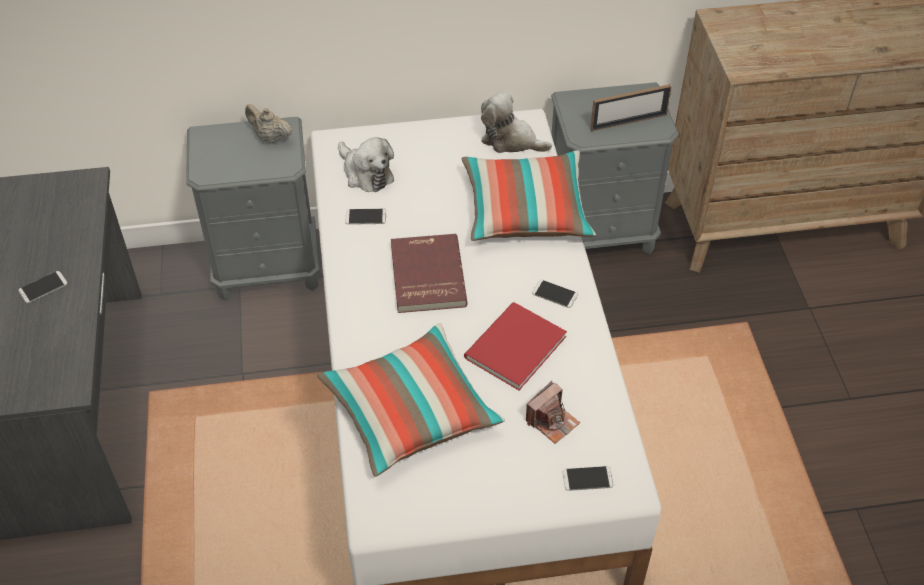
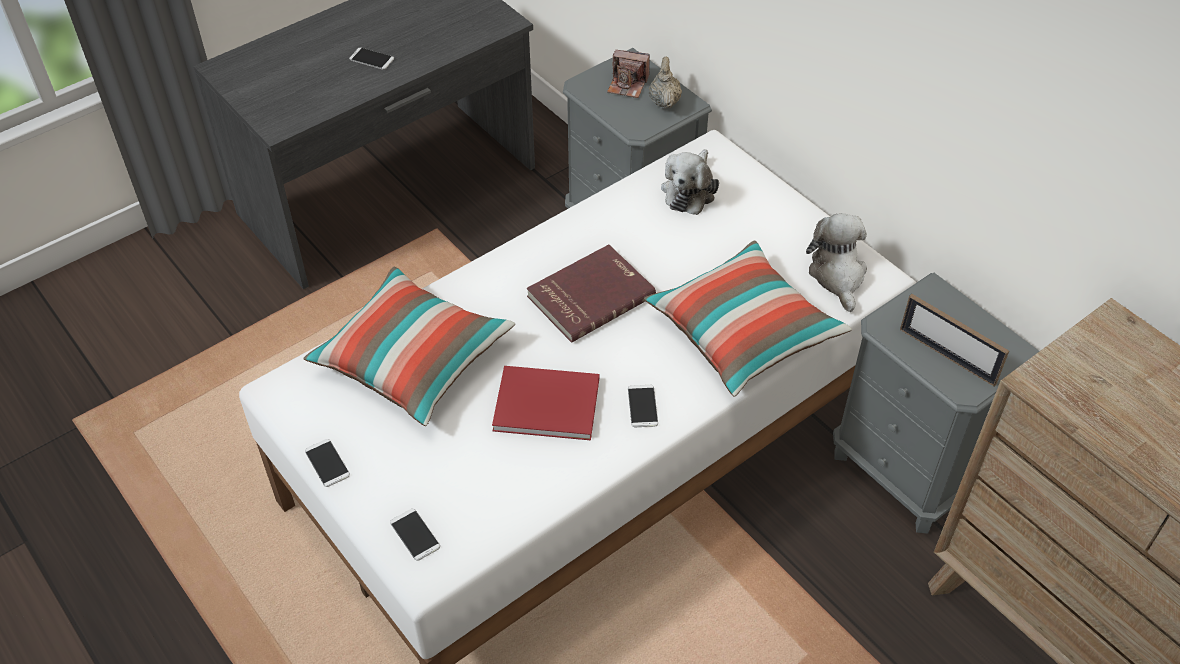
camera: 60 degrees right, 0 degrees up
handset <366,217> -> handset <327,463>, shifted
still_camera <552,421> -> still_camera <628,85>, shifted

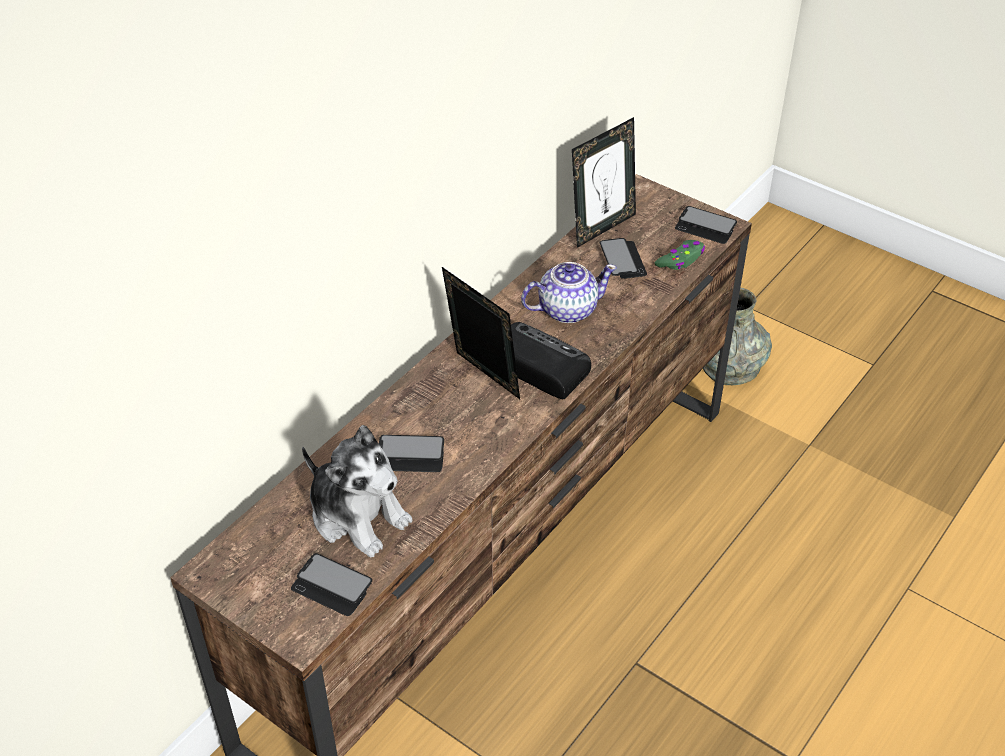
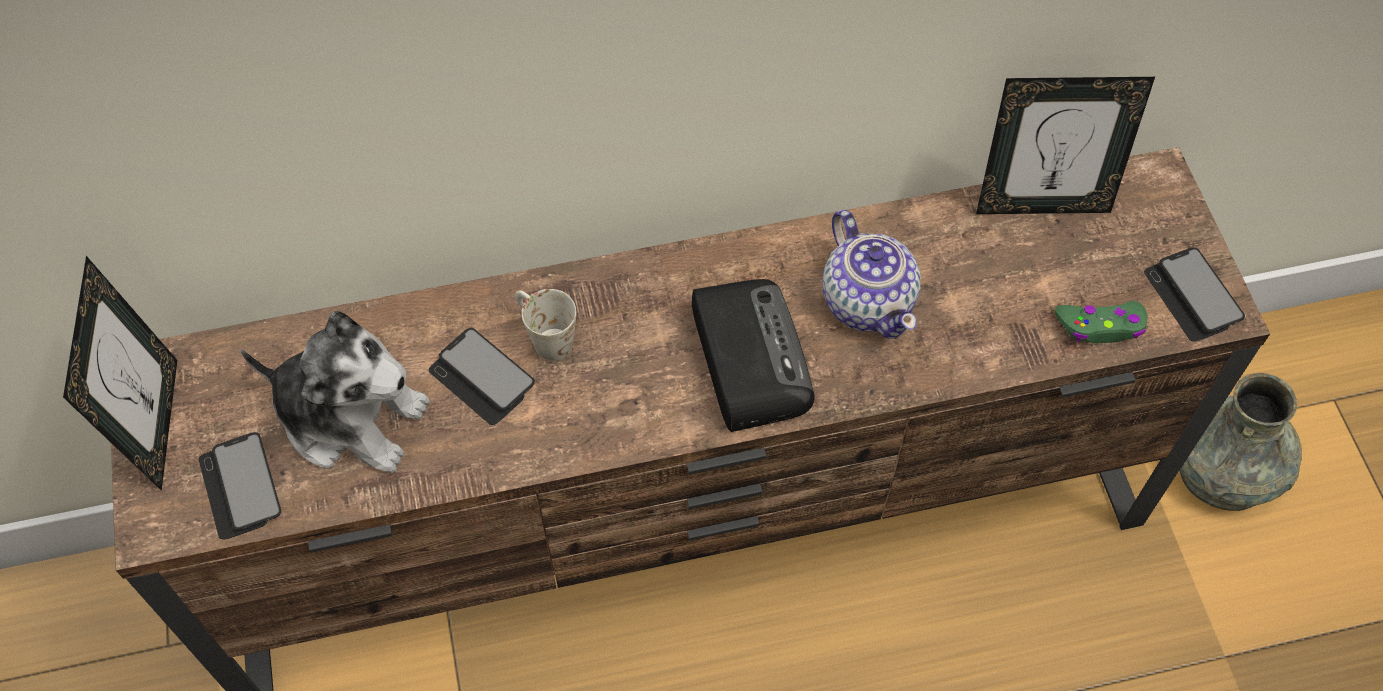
camera: 40 degrees right, 15 degrees up
cuddly_toy <358,516> -> cuddly_toy <351,416>, 60 degrees counterclockwise
standing_frame <482,379> -> standing_frame <157,424>, shifted
teapot <566,309> -> teapot <868,300>, 45 degrees clockwise
handset <622,260> -> none
none -> white_coffee_mug <544,336>

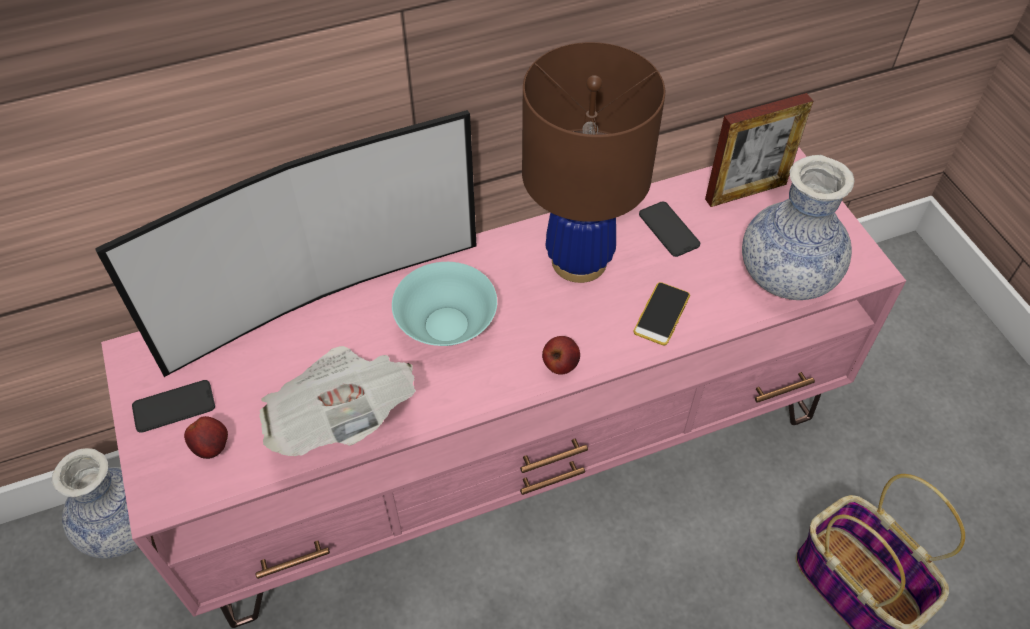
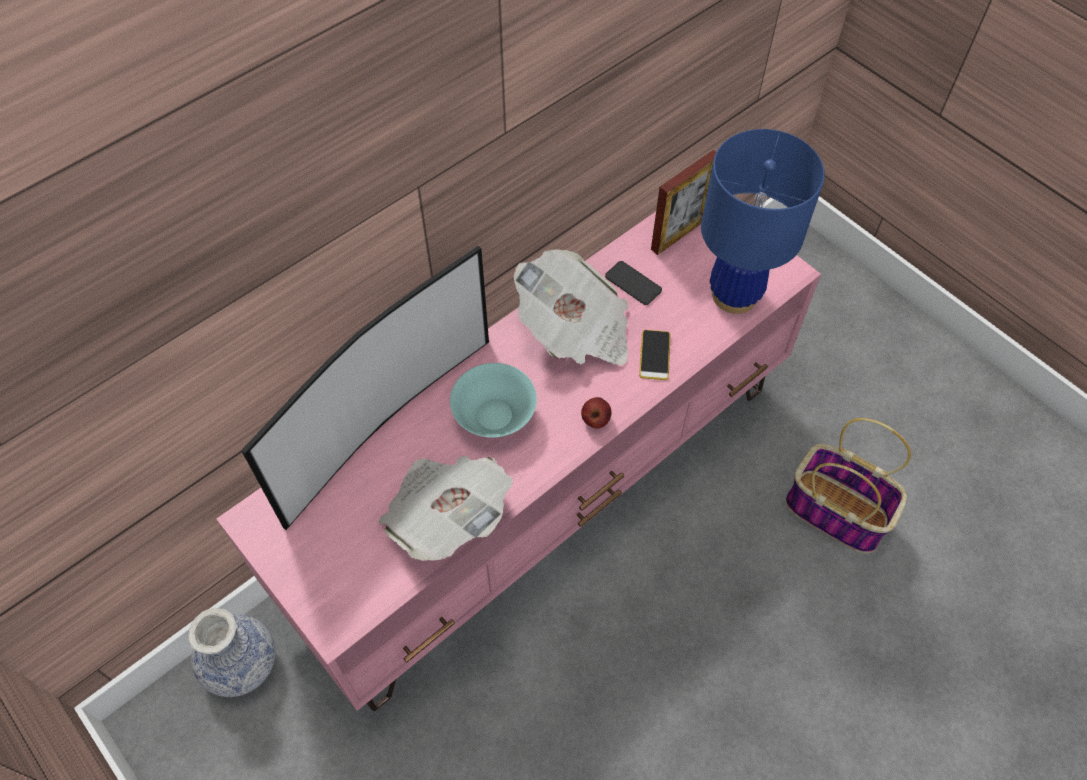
camera: 20 degrees left, 5 degrees up
handset <174,406> -> none
whole_apple <212,447> -> none
brownish_table_lamp <579,261> -> daily_paper <575,330>
decorative_vase <786,275> -> bluish_table_lamp <734,295>

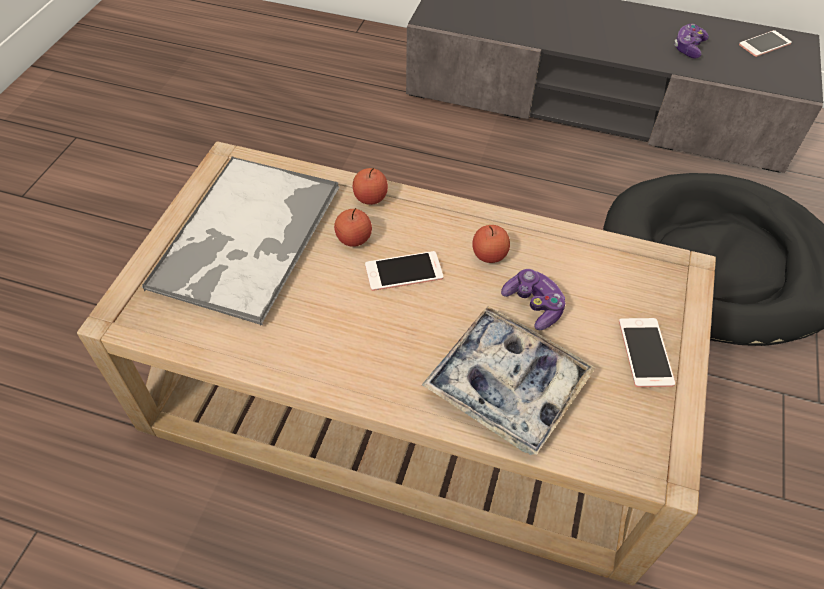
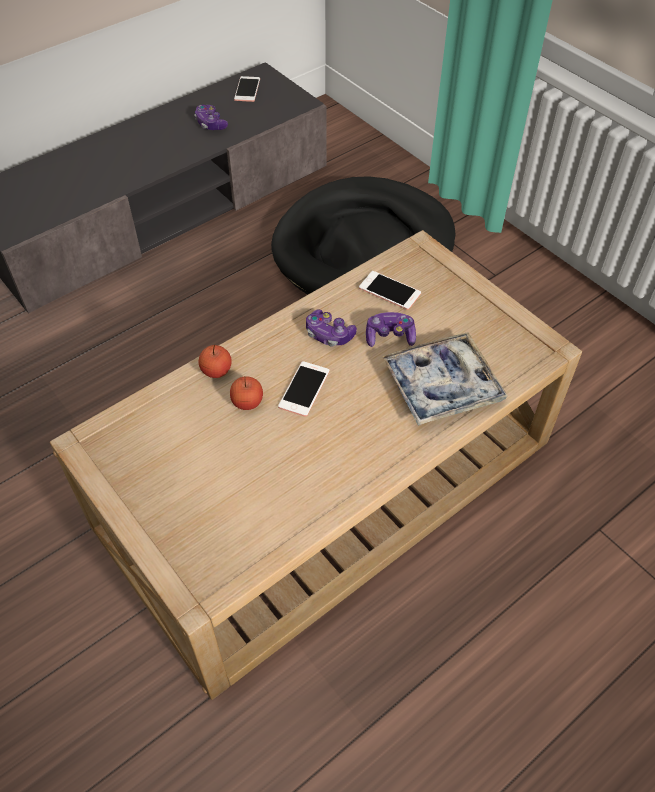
camera: 55 degrees left, 0 degrees up
tray <246,238> -> none
whole_apple <489,255> -> game_controller <329,334>
handset <645,352> -> handset <389,291>, shifted

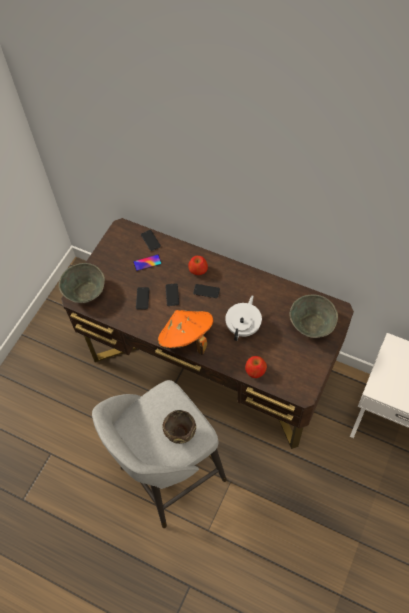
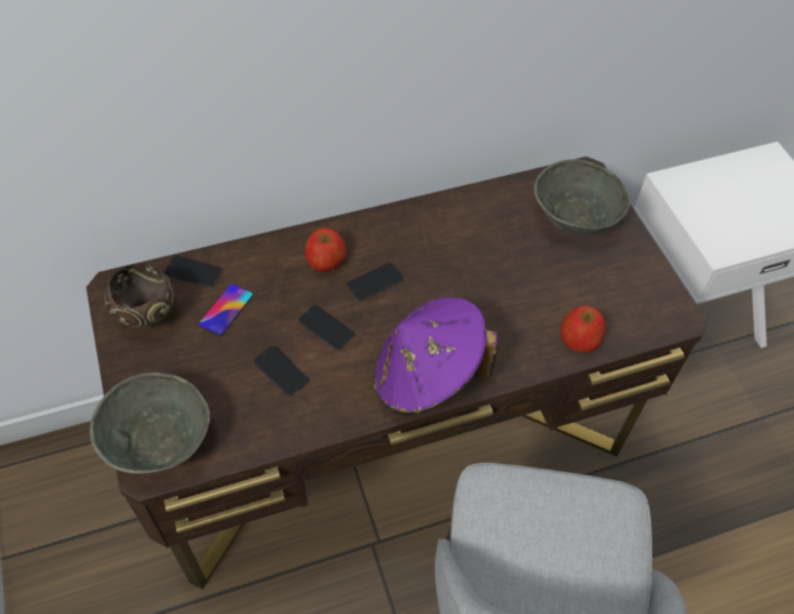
camera: 50 degrees left, 5 degrees down
orange-coloured_hat <186,339> -> purple-coloured_hat <427,376>
brownish_serving_bowl <181,434> -> brownish_serving_bowl <149,318>, shifted
white_teapot <243,327> -> none

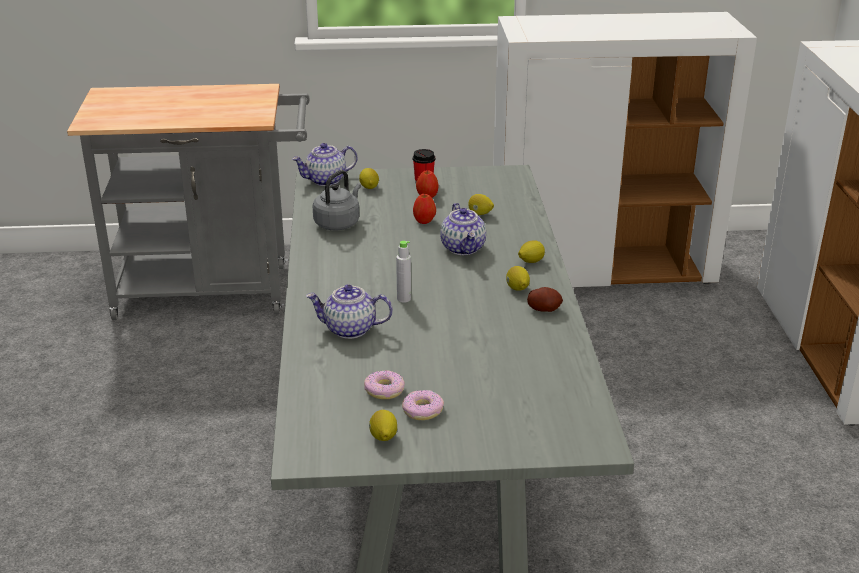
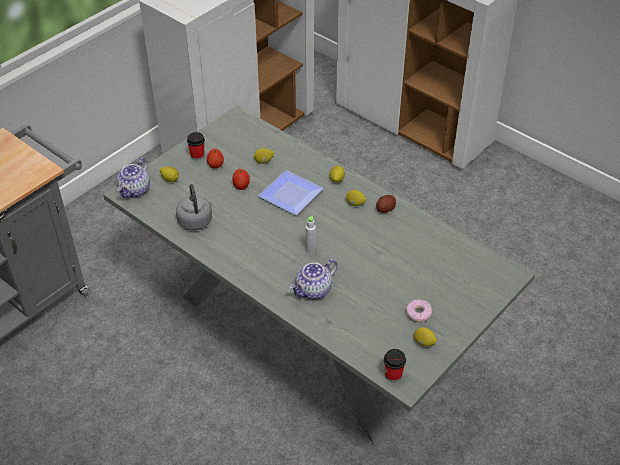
camera: 45 degrees left, 15 degrees up
doughnut <384,390> -> none
teapot <463,248> -> flat_dish <290,193>
none -> small_cup <393,375>

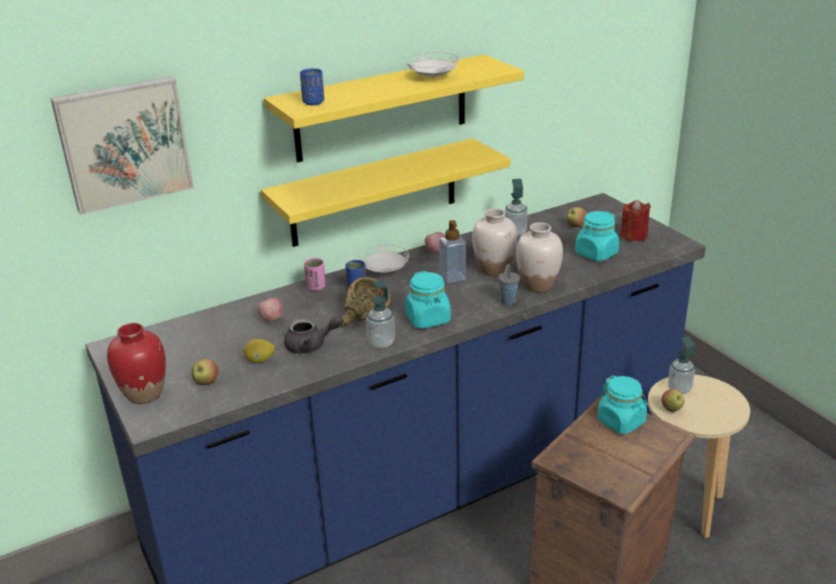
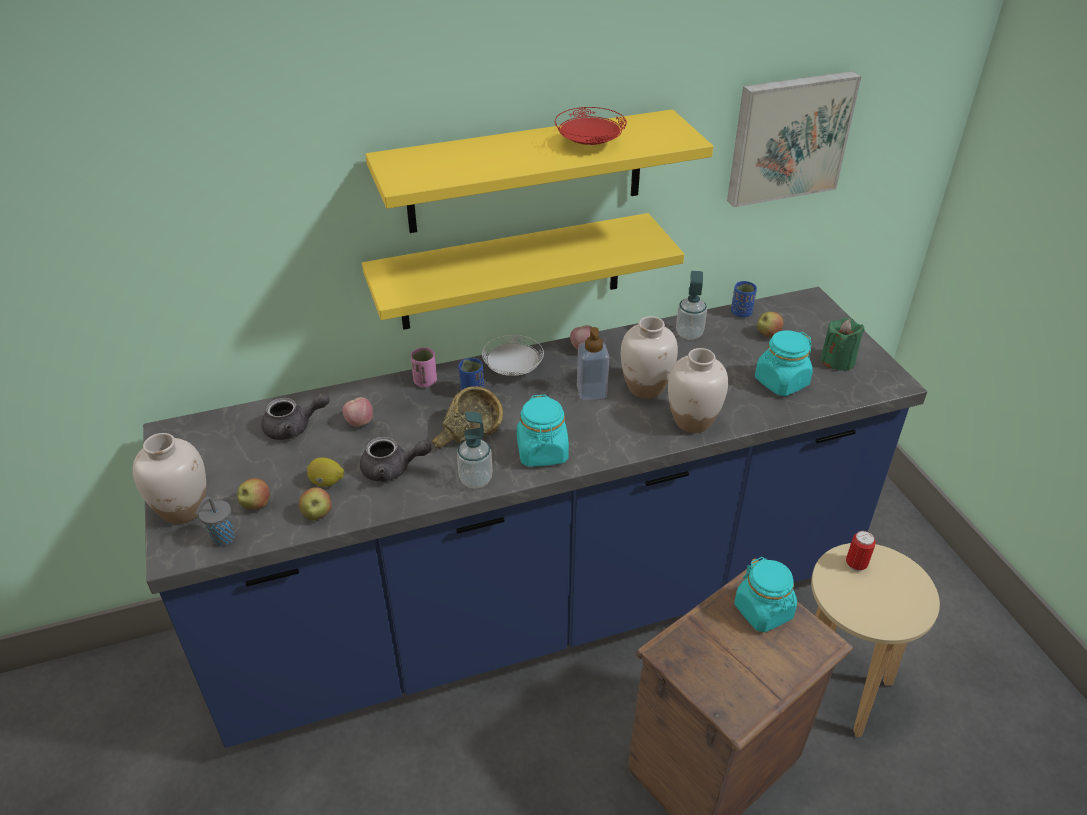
camera: 10 degrees right, 10 degrees up
picture <124,143> -> picture <788,137>, shifted
reddish_decorative_vase <145,394> -> white_decorative_vase <183,509>
bluish_small_cup <313,102> -> bluish_small_cup <741,313>, shifted
white_flat_dish <432,77> -> reddish_flat_dish <589,144>
greyish_small_cup <507,302> -> greyish_small_cup <222,539>, shifted
reddish_wax_candle <633,236> -> greenish_wax_candle <837,361>
whole_apple <671,409> -> whole_apple <317,515>, shifted
soap_bottle <679,389> -> sealed_can <856,564>
none -> greyish_teapot <294,427>

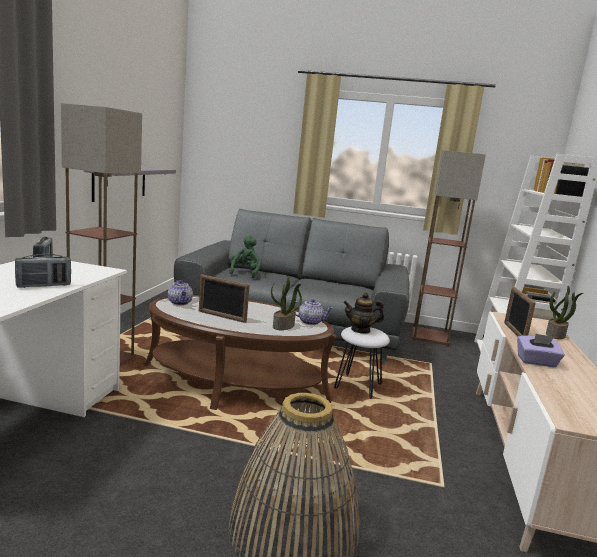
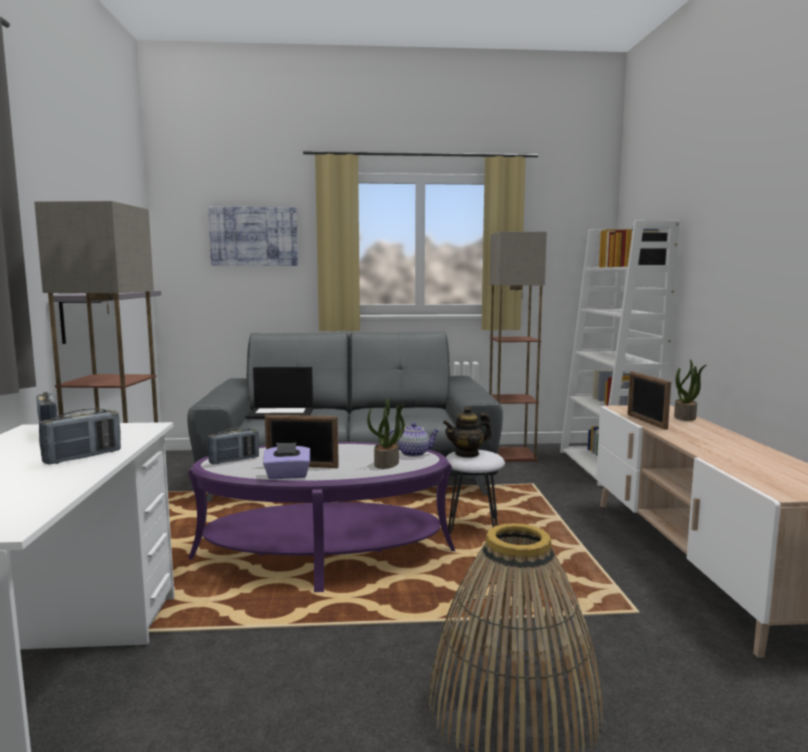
camera: 15 degrees left, 5 degrees down
brownish_coffee_table <234,383> -> purple-coloured_coffee_table <323,554>
teapot <180,303> -> radio_set <234,460>
greenish_cuddly_toy <245,272> -> laptop <281,413>
purple-coloured_box_of_tissues <536,362> -> purple-coloured_box_of_tissues <287,476>, shifted
none -> picture <254,236>

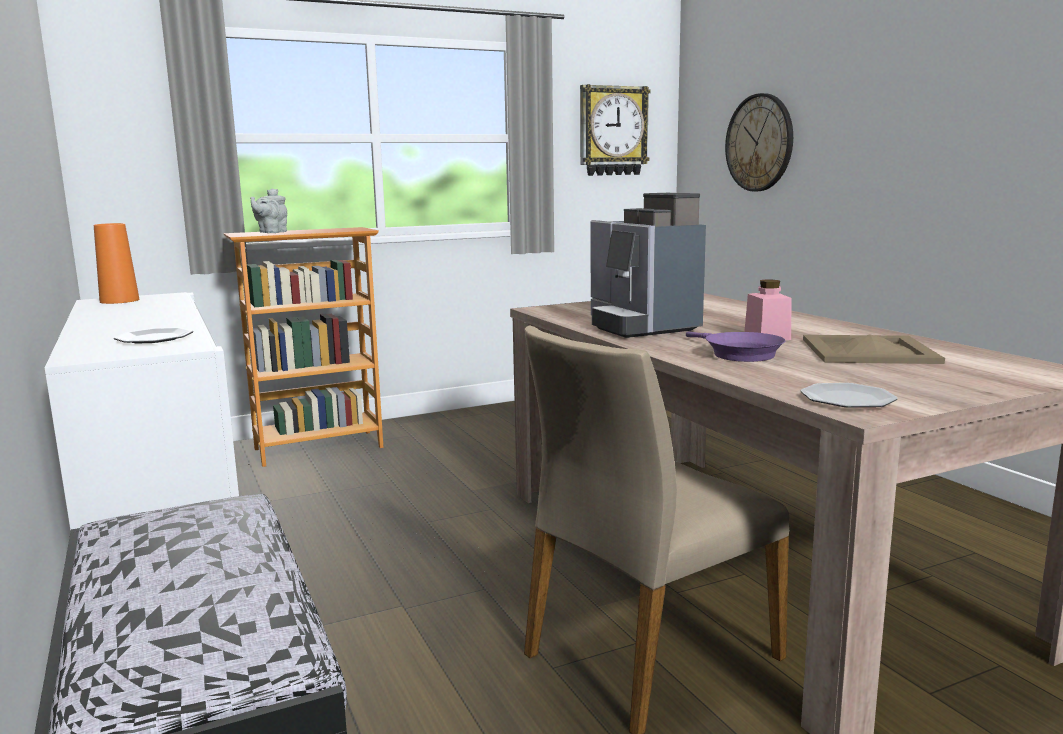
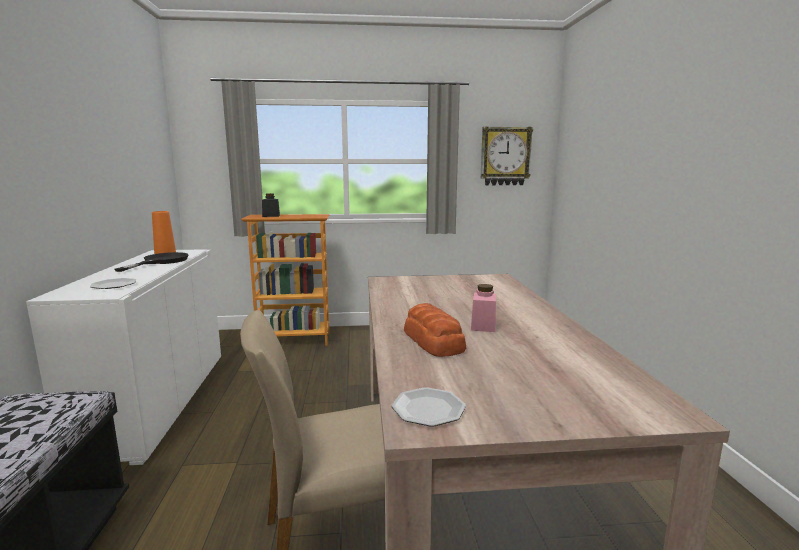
camera: 20 degrees right, 0 degrees up
greyish_teapot <271,232> -> black-coloured_storage_jar <271,216>
coffee_maker <640,326> -> none
purple-coloured_pan <738,354> -> baked_bread <433,341>
wall_clock <759,143> -> none
beige_tray <869,350> -> none
none -> black-coloured_pan <160,262>

